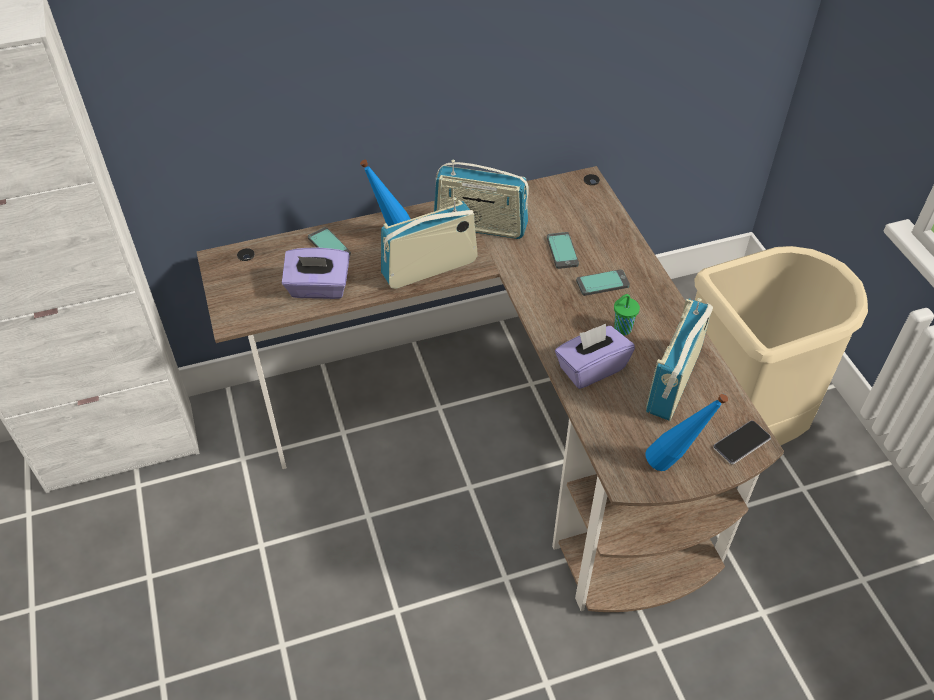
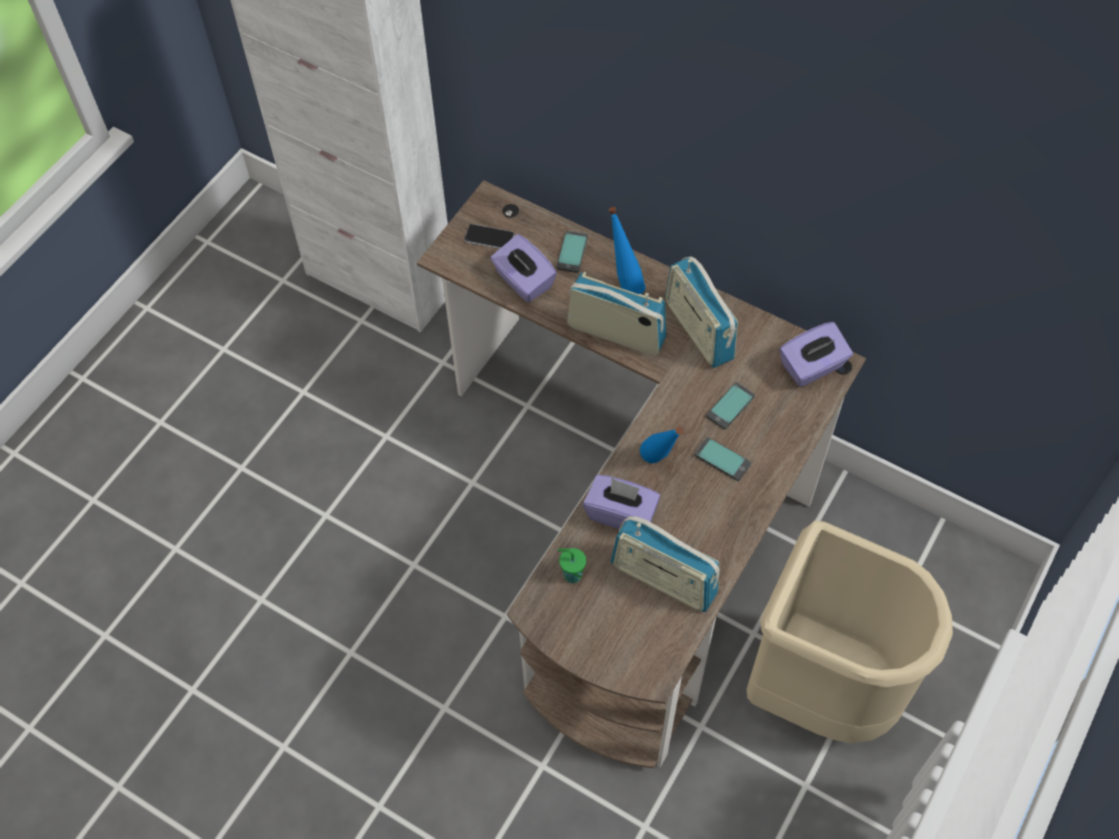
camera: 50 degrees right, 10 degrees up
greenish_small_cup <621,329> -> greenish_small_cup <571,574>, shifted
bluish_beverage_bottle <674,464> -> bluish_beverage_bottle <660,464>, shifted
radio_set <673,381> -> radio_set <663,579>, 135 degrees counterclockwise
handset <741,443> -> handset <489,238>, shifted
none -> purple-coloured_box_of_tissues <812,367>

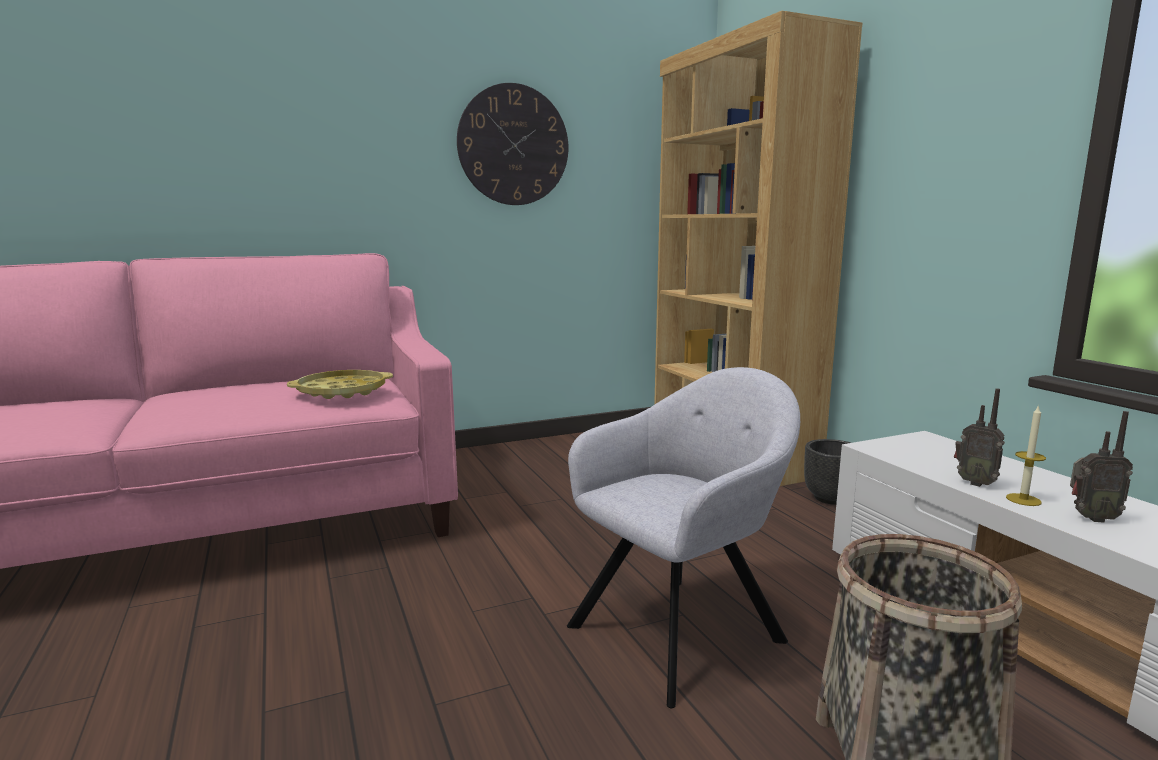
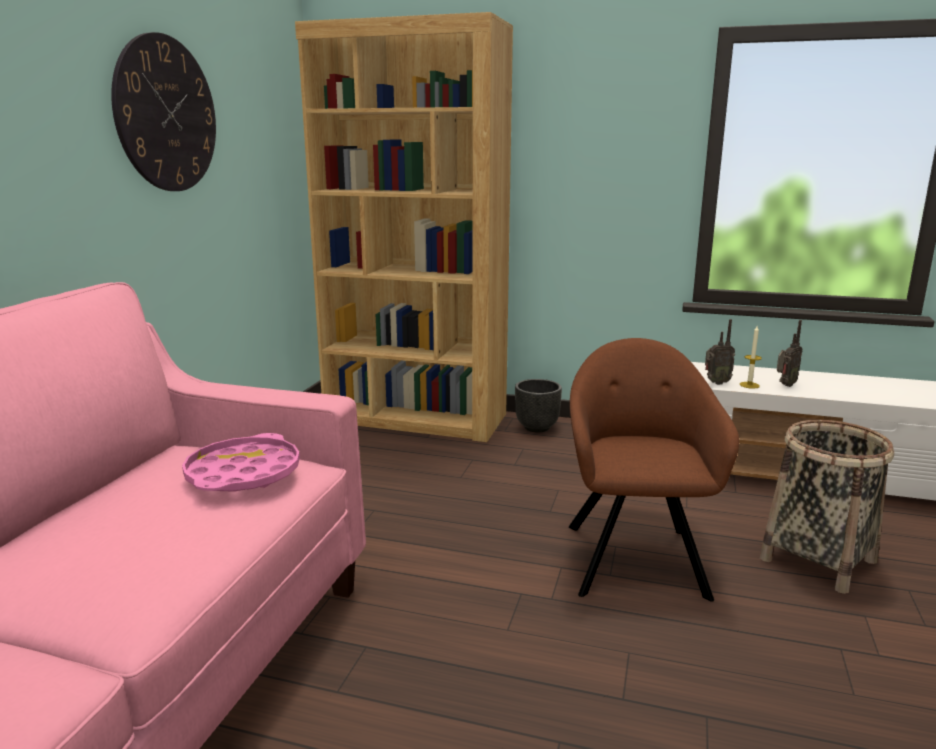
camera: 50 degrees left, 5 degrees up
yellow_tray <342,391> -> pinkish_tray <243,474>
greyish_lounge_chair <682,630> -> brownish_lounge_chair <634,555>

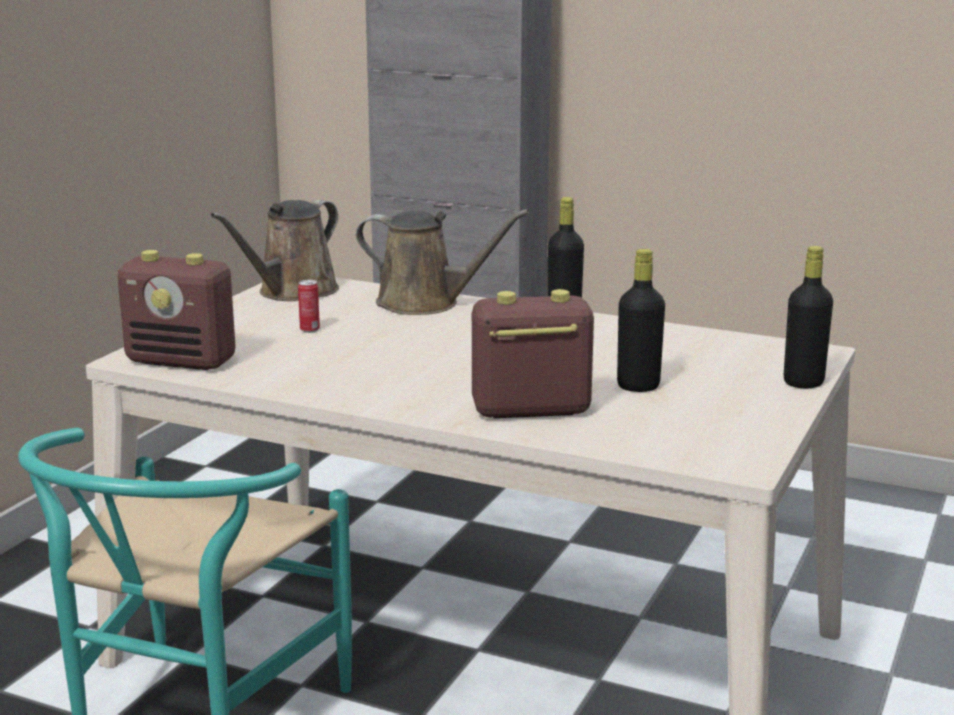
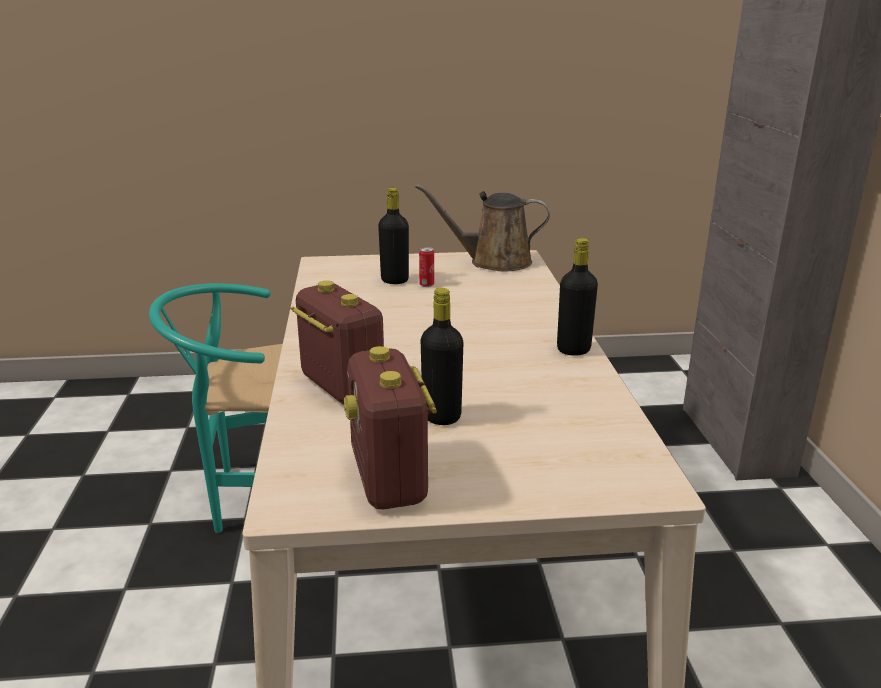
camera: 60 degrees right, 5 degrees up
radio_set <182,361> -> radio_set <389,479>, shifted
brownish_watering_can <426,303> -> none
black-coloured_beverage_bottle <803,382> -> black-coloured_beverage_bottle <394,280>, shifted

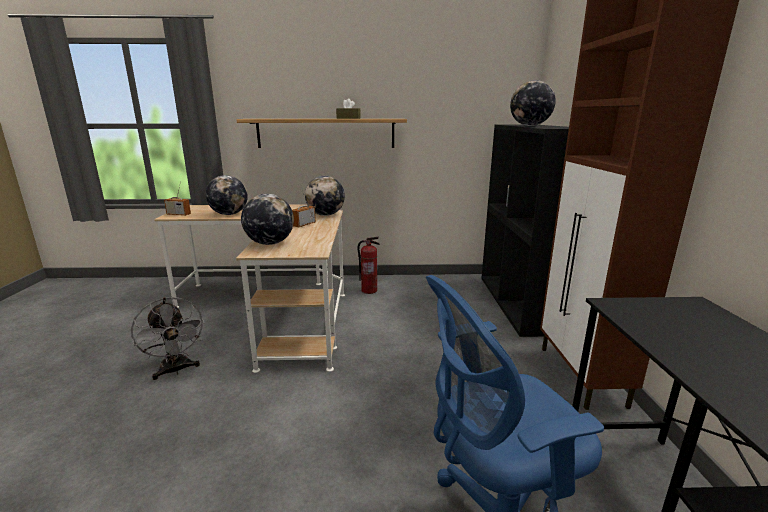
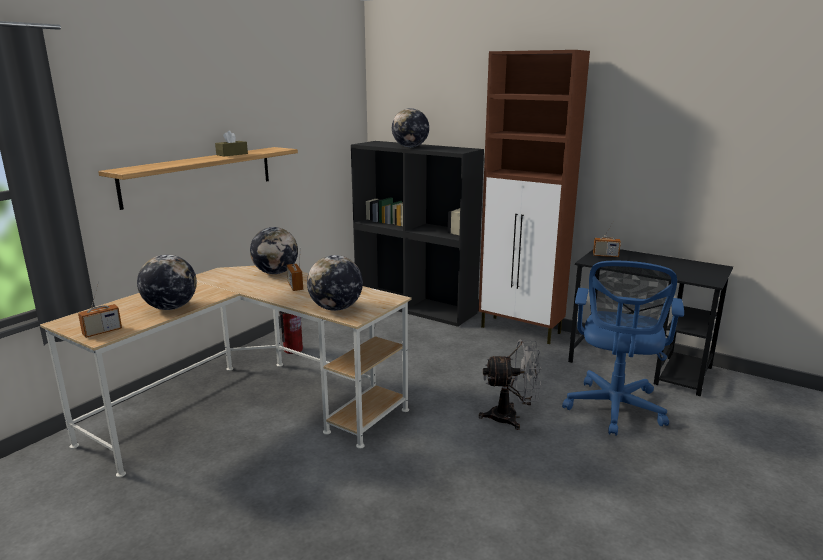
camera: 55 degrees left, 0 degrees up
greyish_electric_fan <176,370> -> greyish_electric_fan <511,417>, shifted
none -> radio_set <605,256>

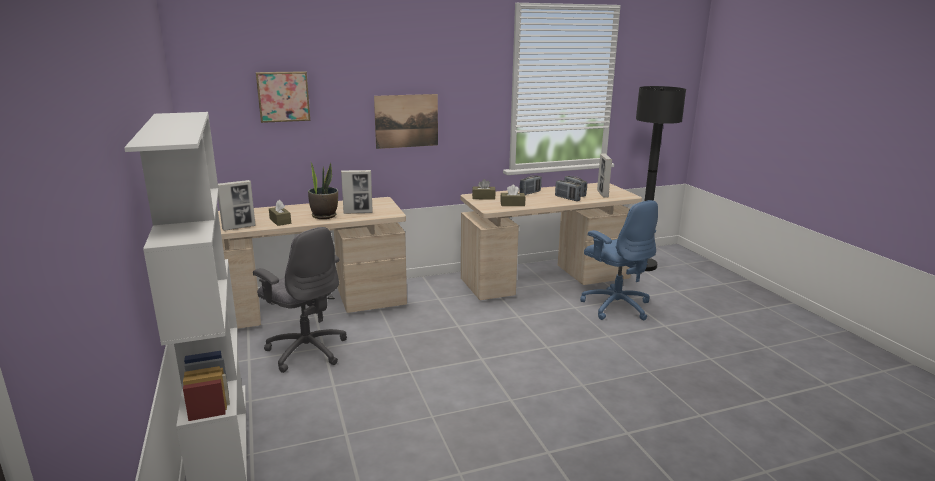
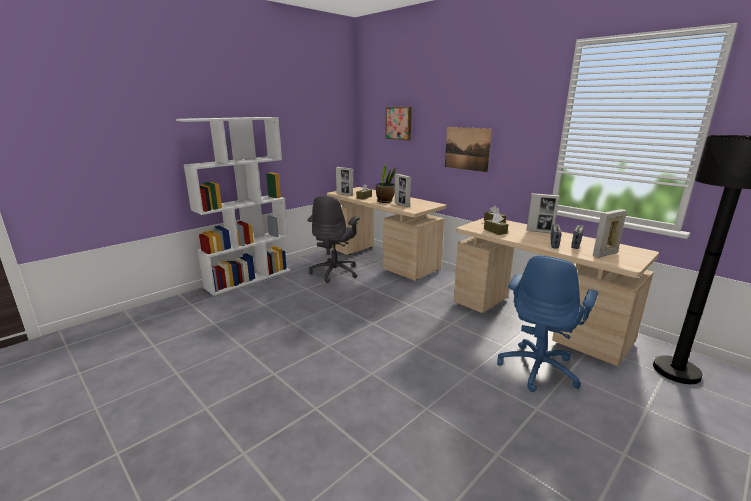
camera: 65 degrees right, 0 degrees up
radio_set <530,193> -> standing_frame <539,231>

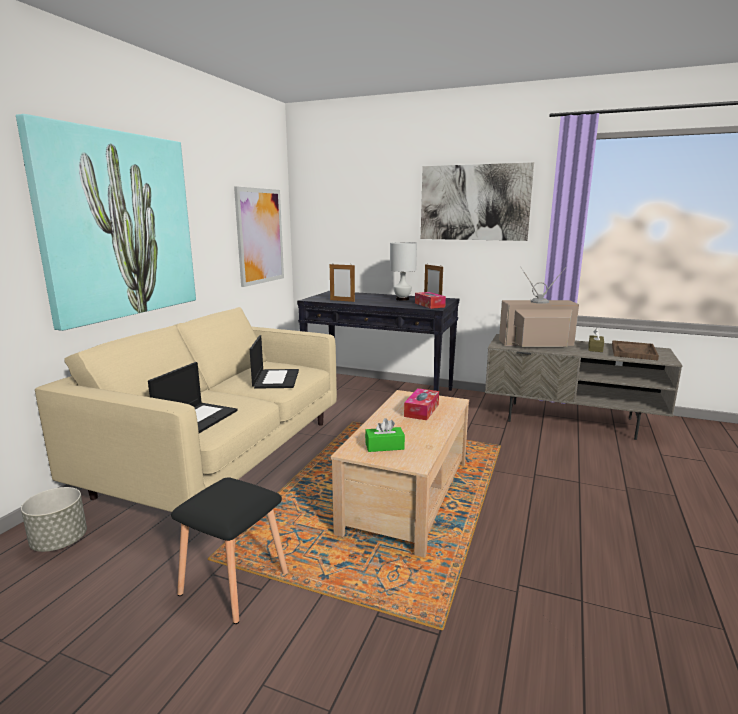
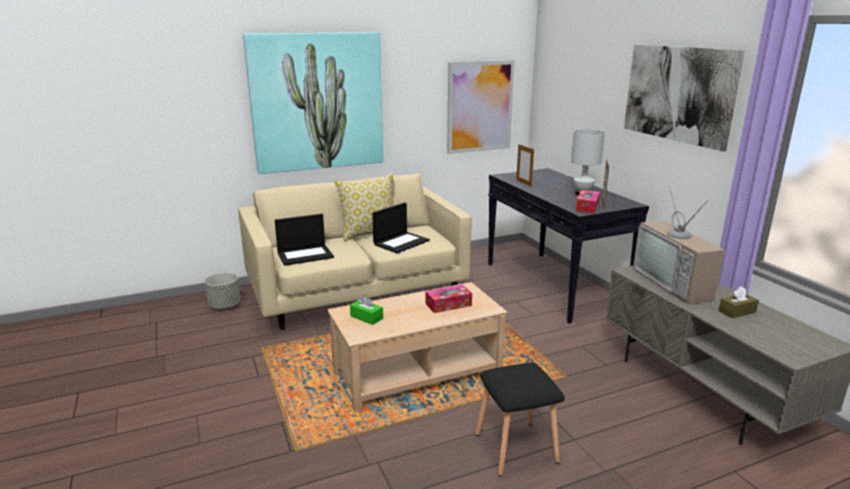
camera: 45 degrees right, 5 degrees up
black-coloured_sitting_stool <234,582> -> black-coloured_sitting_stool <517,447>, shifted
television <536,344> -> television <676,283>, 150 degrees counterclockwise
brownish_tray <633,352> -> none
none -> throw_pillow <369,233>

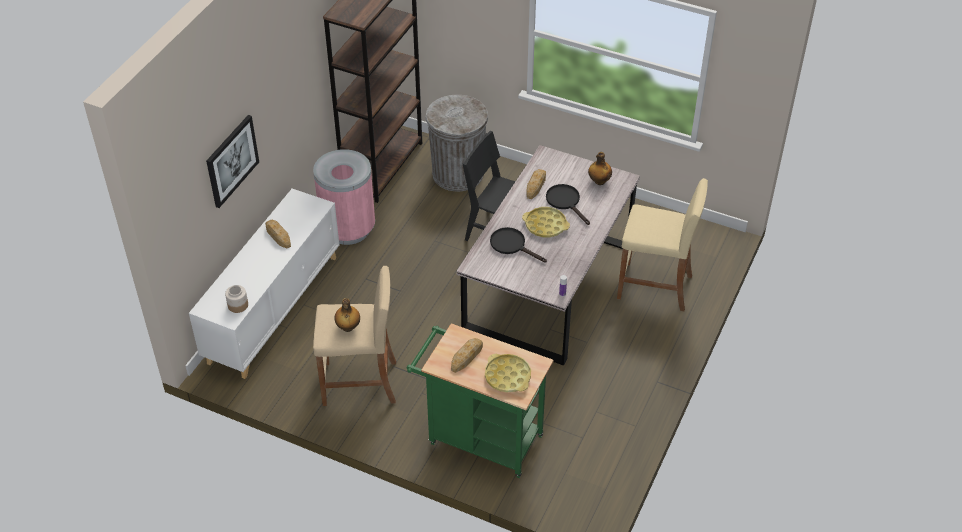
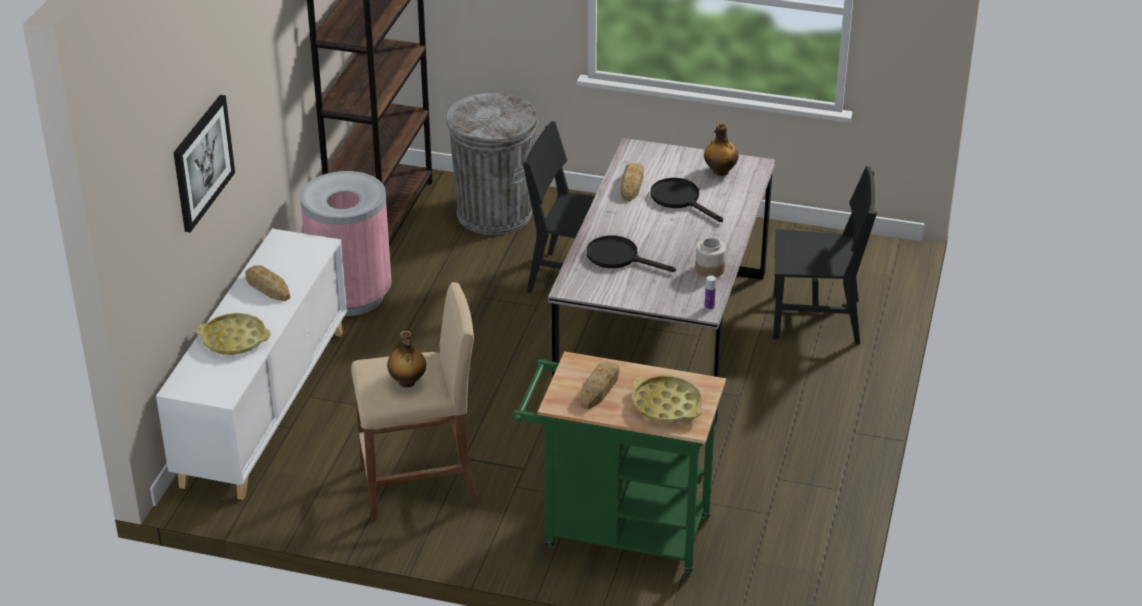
camera: 10 degrees left, 10 degrees down
storage_jar <237,305> -> storage_jar <709,269>, shifted
yellow_tray <545,225> -> yellow_tray <234,339>, shifted
beige_sitting_stool <655,287> -> black-coloured_upright_chair <816,319>

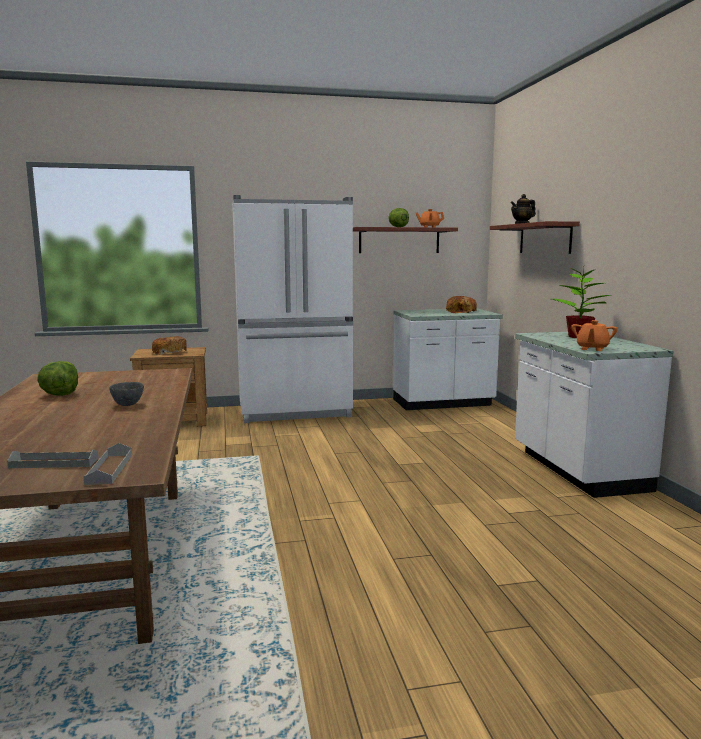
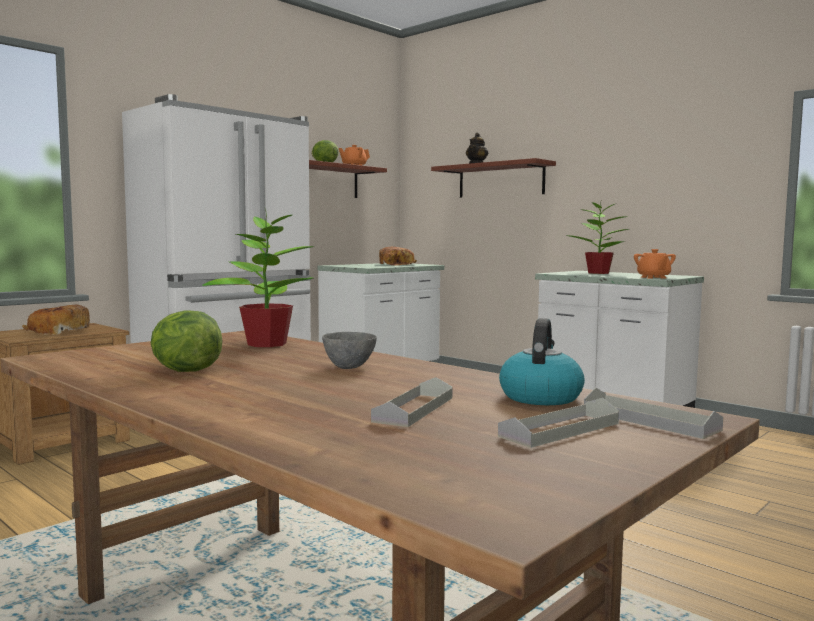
camera: 35 degrees left, 5 degrees down
none -> potted_plant <266,344>
none -> greyish_tray <414,409>
none -> tea_kettle <540,397>

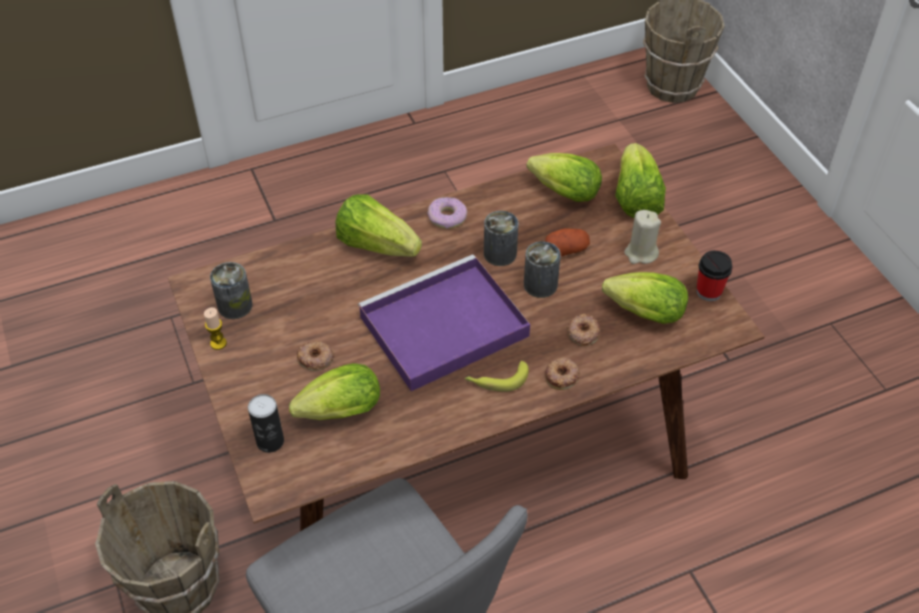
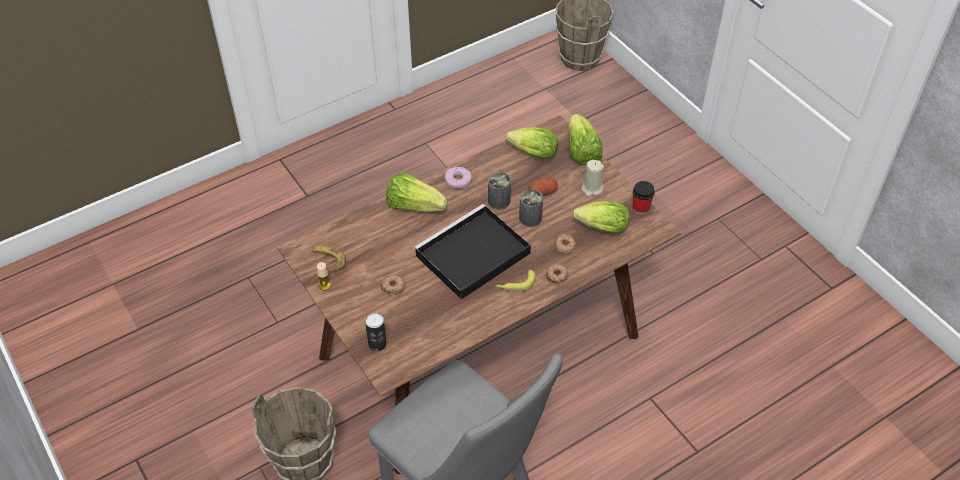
camera: 10 degrees left, 0 degrees up
sealed_can <235,306> -> whole_banana <329,259>
lettuce <336,413> -> none
purple-coloured_tray <441,328> -> black-coloured_tray <471,256>

